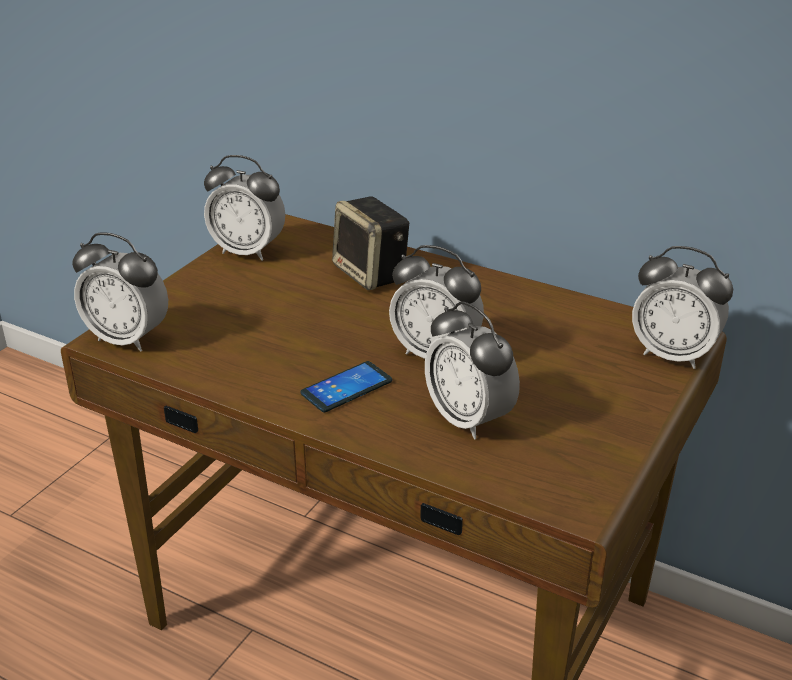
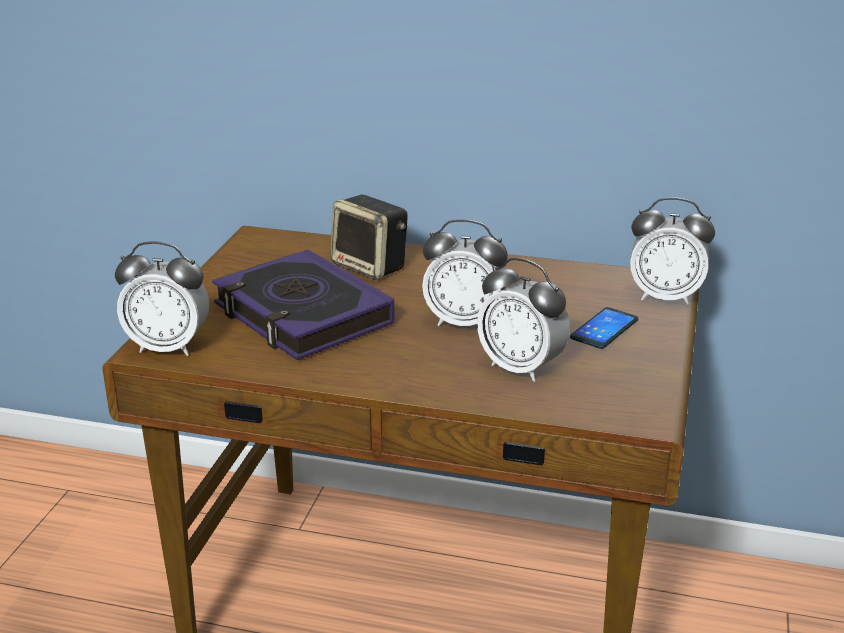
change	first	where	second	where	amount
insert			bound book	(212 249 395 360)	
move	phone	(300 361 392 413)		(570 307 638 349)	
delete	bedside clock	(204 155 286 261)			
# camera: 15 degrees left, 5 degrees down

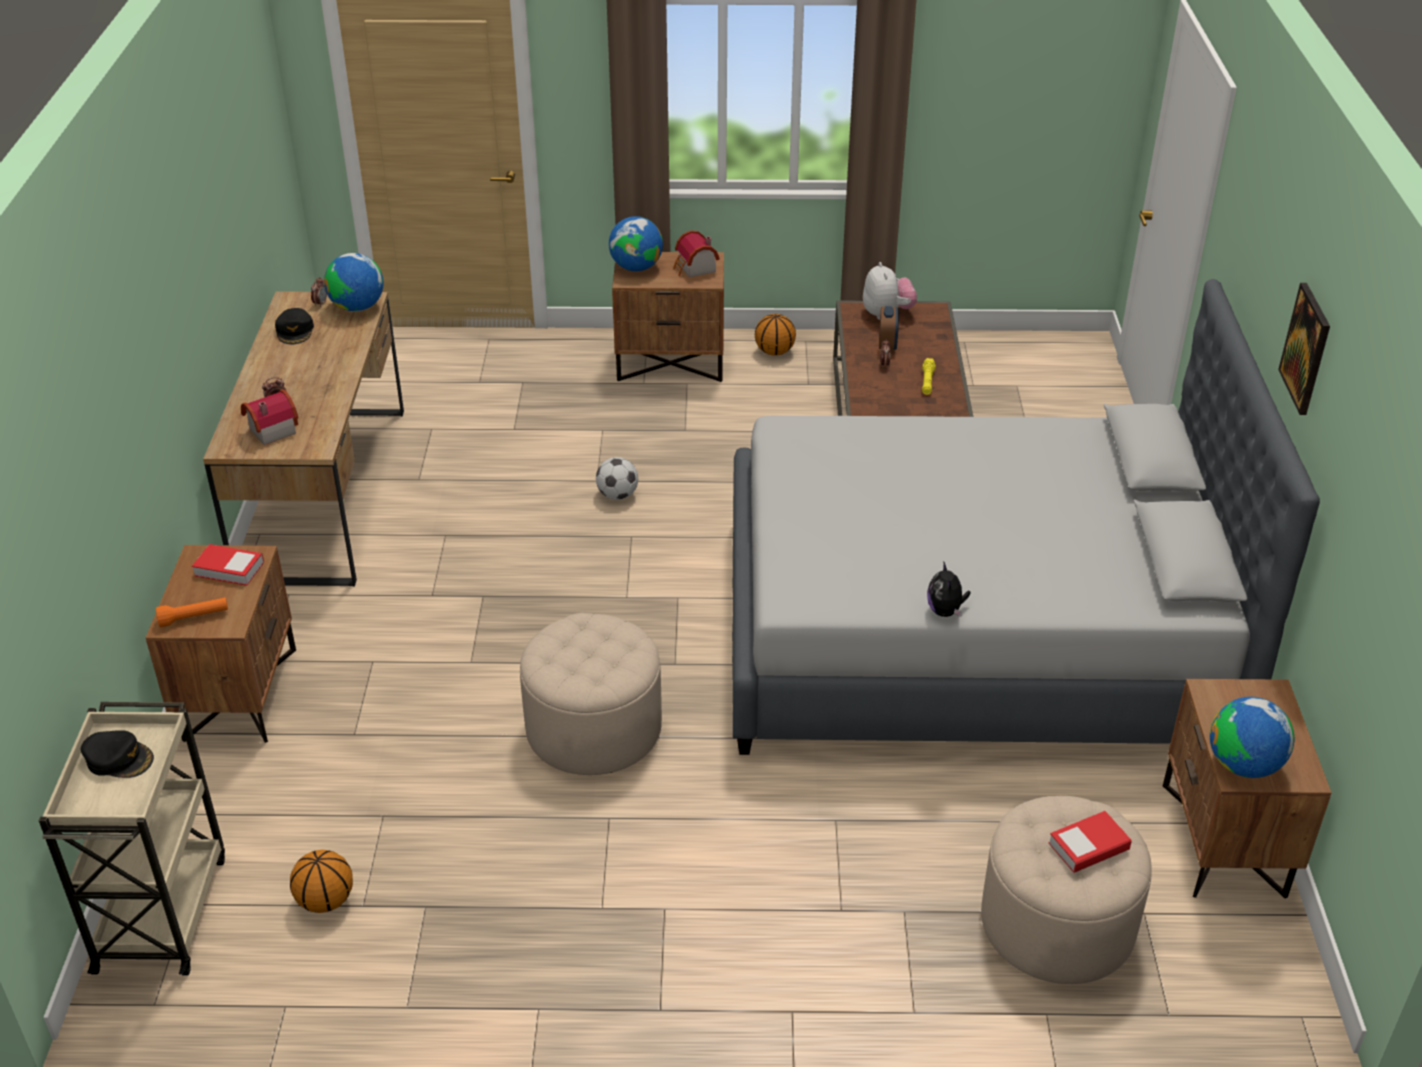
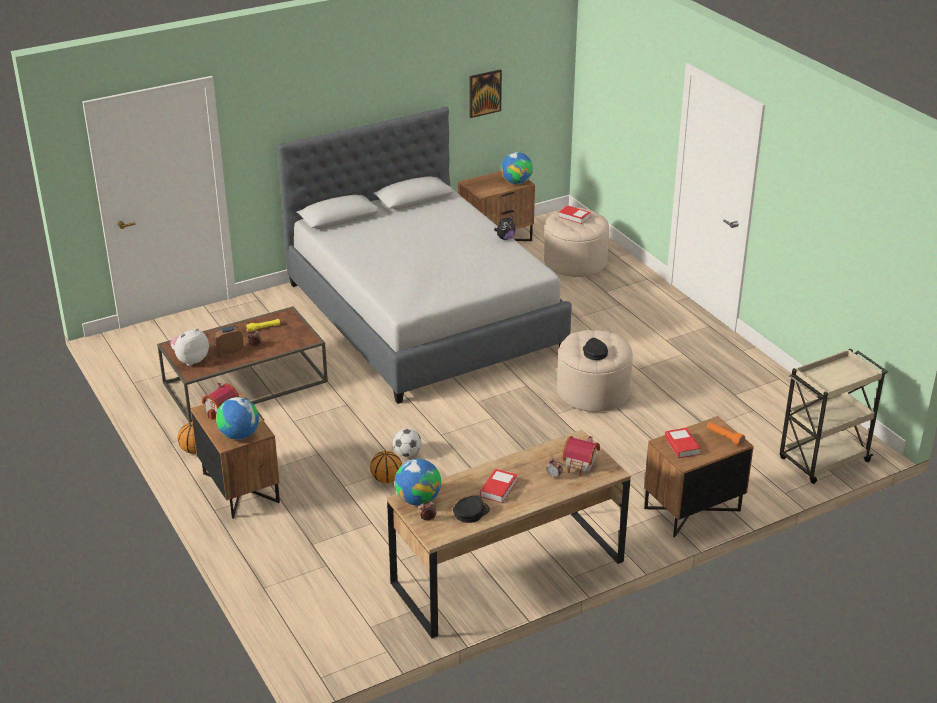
change	first	where	second	where	amount
move	ball for basketball	(290 850 353 913)		(370 451 402 483)	
move	picture	(1278 283 1330 415)		(469 70 502 118)	
insert			bound book	(480 469 517 503)	
move	peaked cap (black-coloured)	(81 730 154 778)		(583 338 608 360)	
# camera: 120 degrees left, 5 degrees down

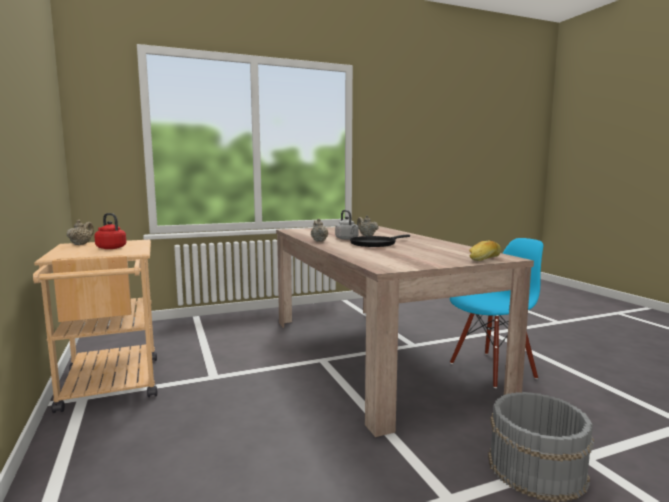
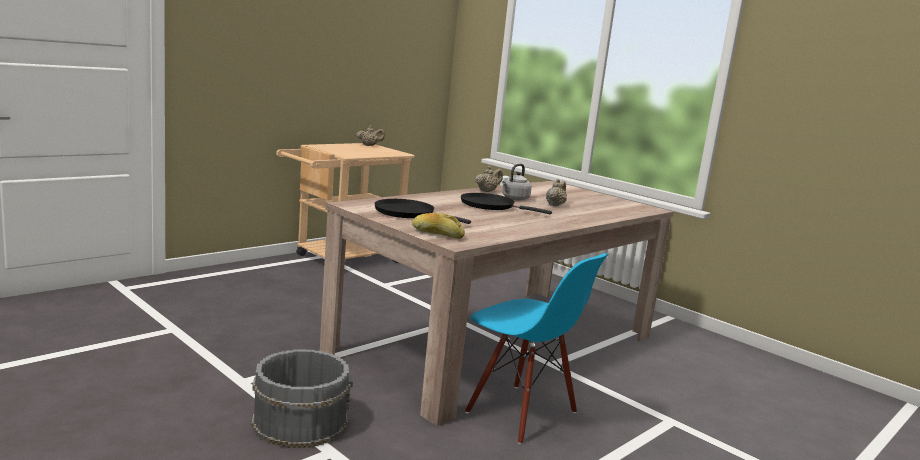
change	first	where	second	where	amount
insert			skillet (black-coloured)	(374 199 471 224)	
delete	tea kettle (red-coloured)	(94 213 126 249)			
# camera: 65 degrees right, 5 degrees up

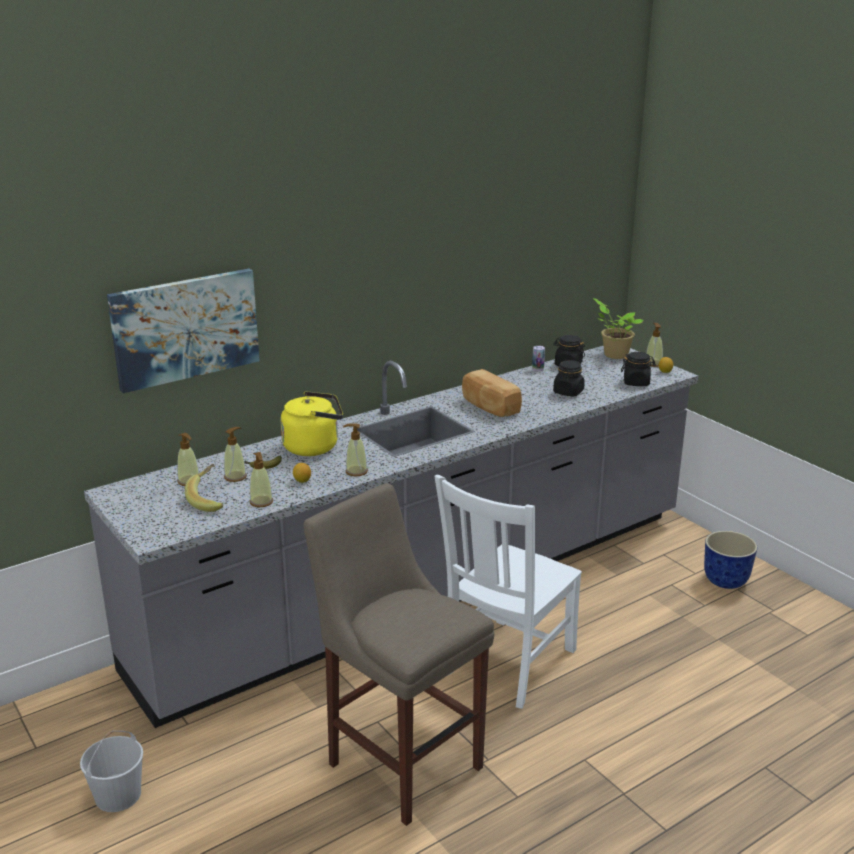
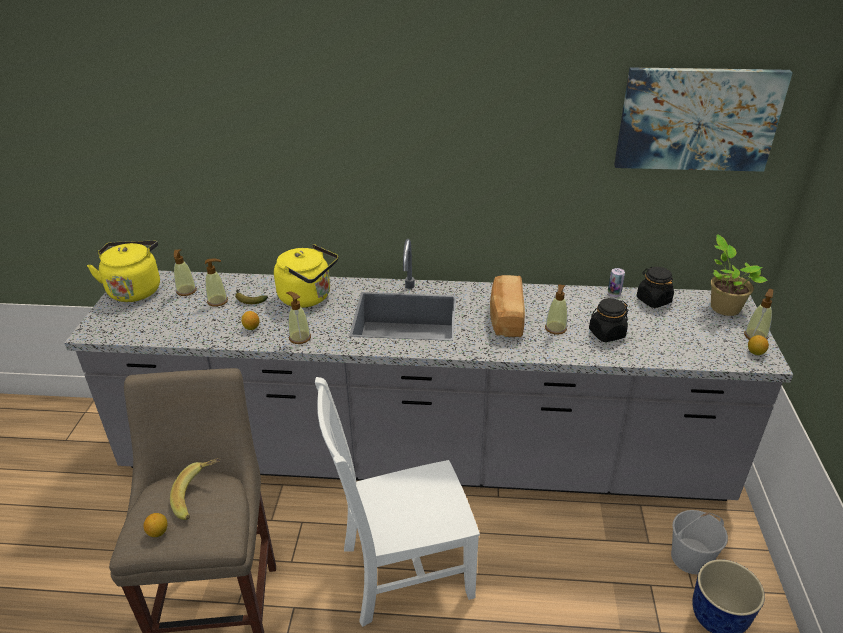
change	first	where	second	where	amount
insert			tea kettle (yellow-coloured)	(87 241 160 302)	
insert			whole lemon	(144 513 167 537)	
move	banana fruit	(185 464 223 512)		(170 458 220 520)	
move	soap bottle	(250 452 273 507)		(545 284 567 335)	
move	picture	(107 269 260 393)		(614 67 793 172)	
move	pail (whitish)	(80 731 143 812)		(671 510 728 575)	
delete	jar (black-coloured)	(621 352 656 386)			
# camera: 40 degrees right, 10 degrees up

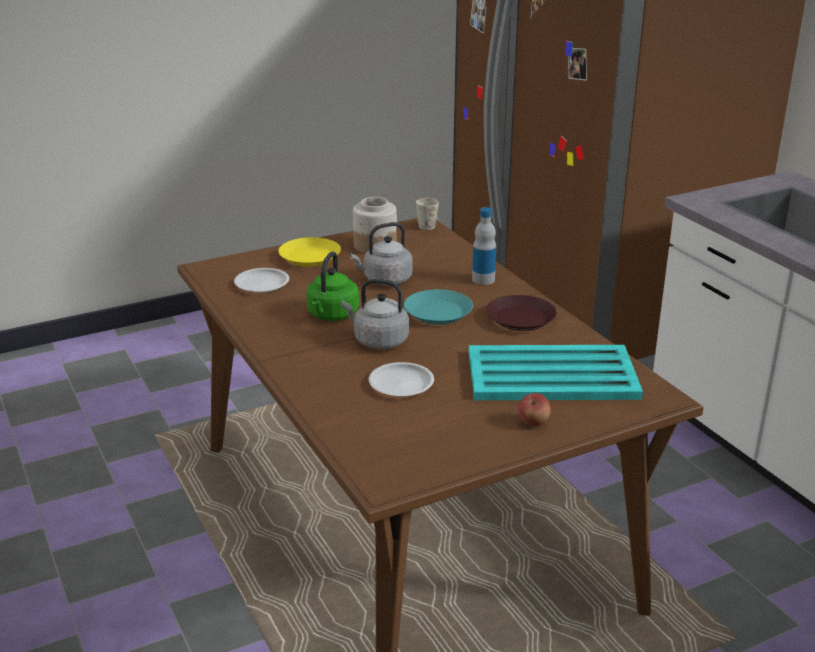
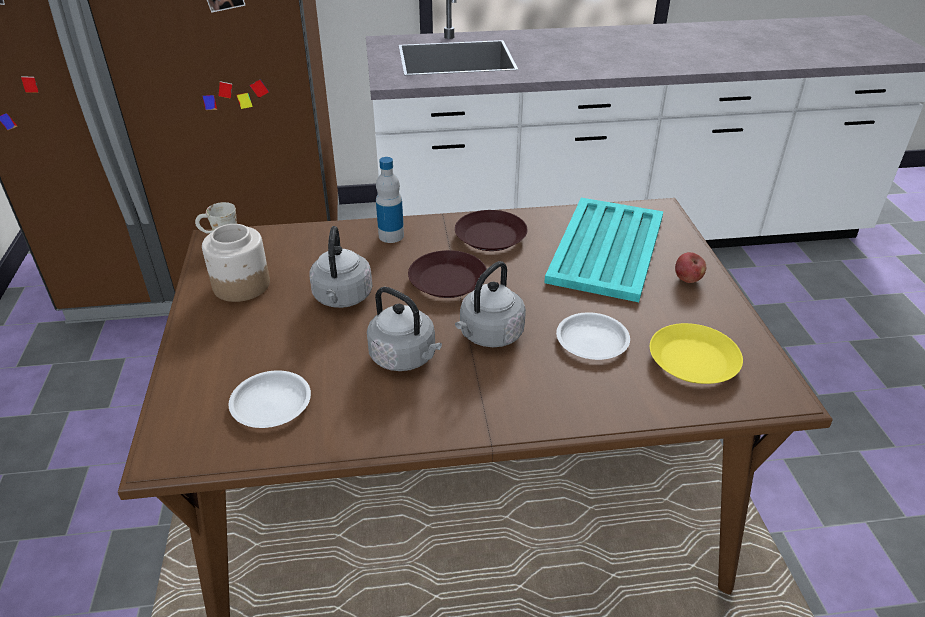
change	first	where	second	where	amount
recolor	tea kettle (greenish)	(306 251 359 321)	tea kettle (grey)	(367 287 442 371)	
recolor	dinner plate (blue-green)	(404 289 473 325)	dinner plate (brownish)	(408 250 487 298)	
move	dinner plate (yellow-coloured)	(278 237 341 267)		(650 323 743 384)	
# camera: 70 degrees left, 10 degrees up

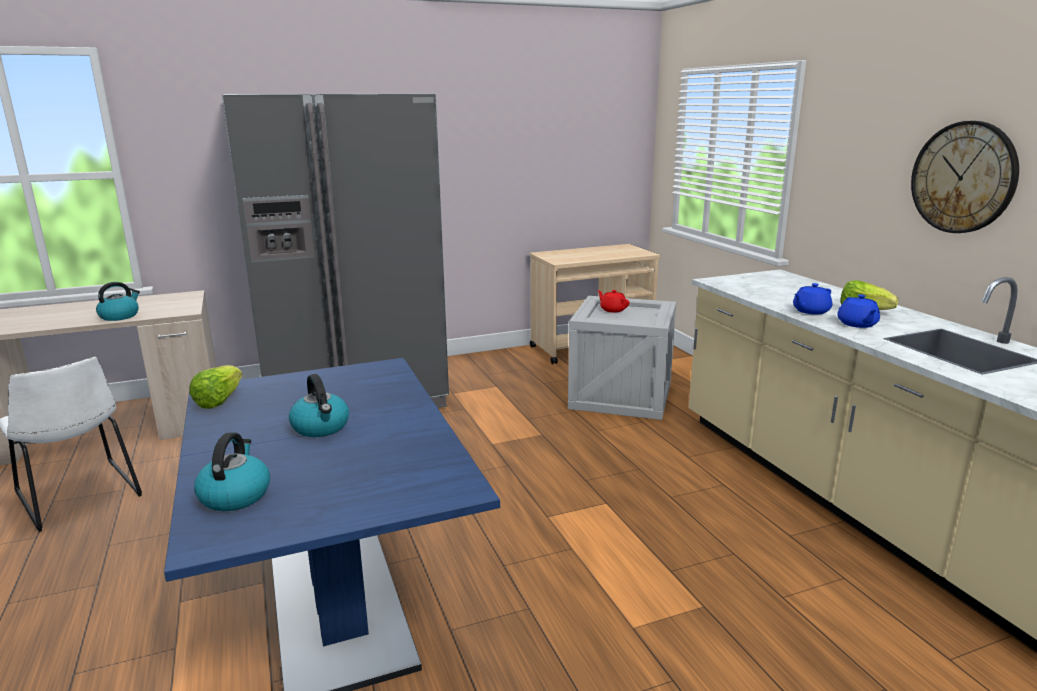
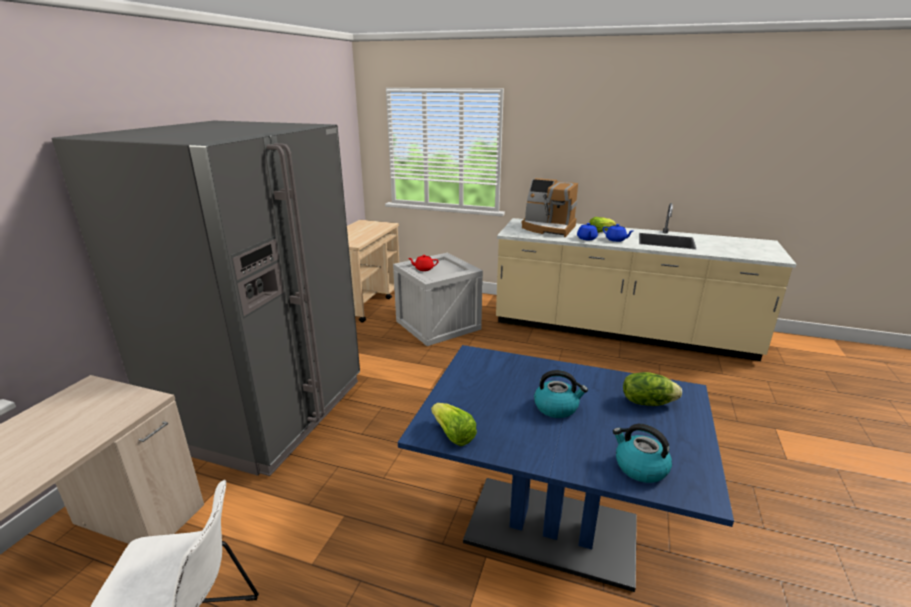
change	first	where	second	where	amount
insert			coffee machine	(522 178 578 237)	
insert			lettuce head	(623 372 682 406)	
delete	tea kettle	(96 282 140 321)			
delete	clock on the wall	(911 121 1019 233)			
# camera: 50 degrees left, 5 degrees up

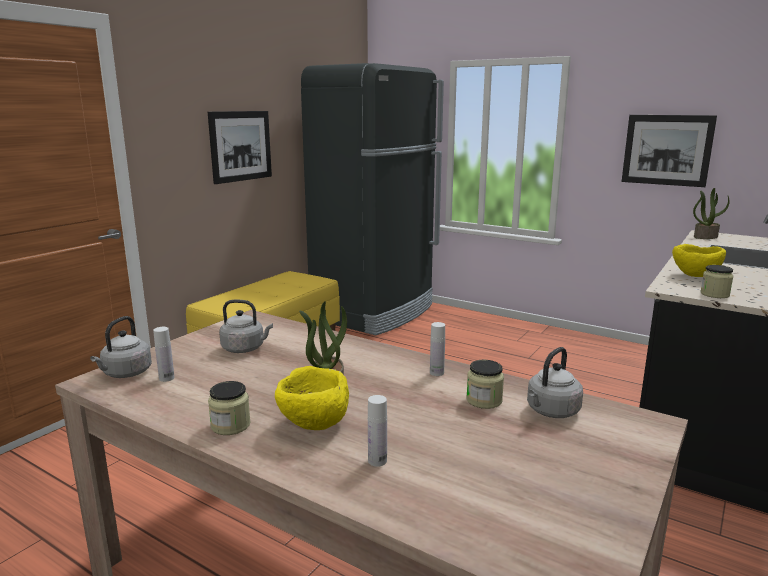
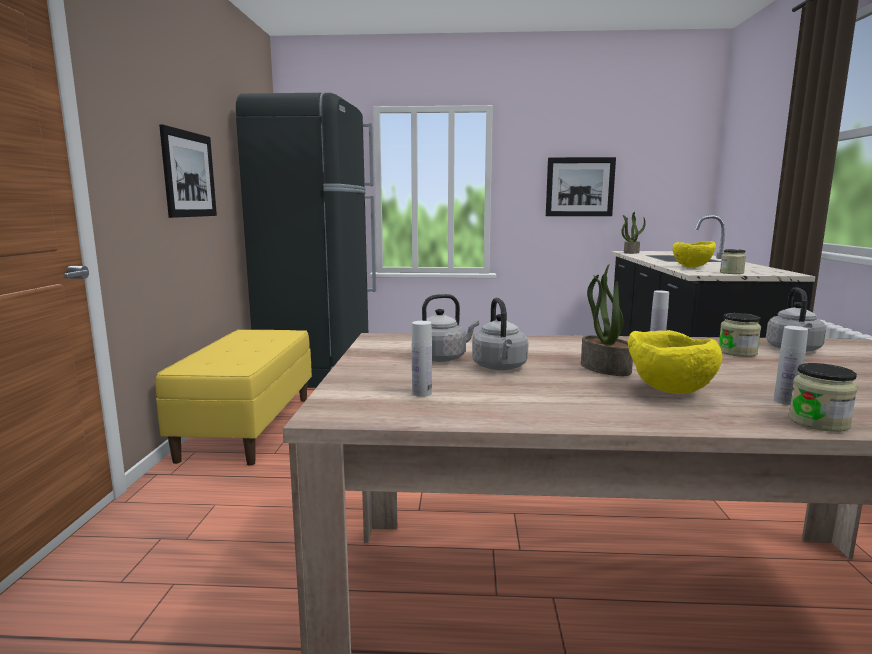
change	first	where	second	where	amount
move	tea kettle (grey)	(90 316 152 378)		(472 298 529 370)	
move	jar	(208 381 251 435)		(788 363 858 432)	
# camera: 30 degrees left, 5 degrees down

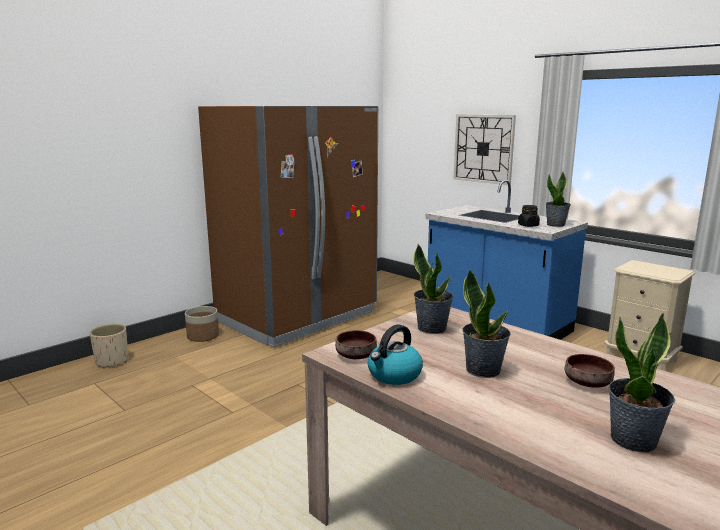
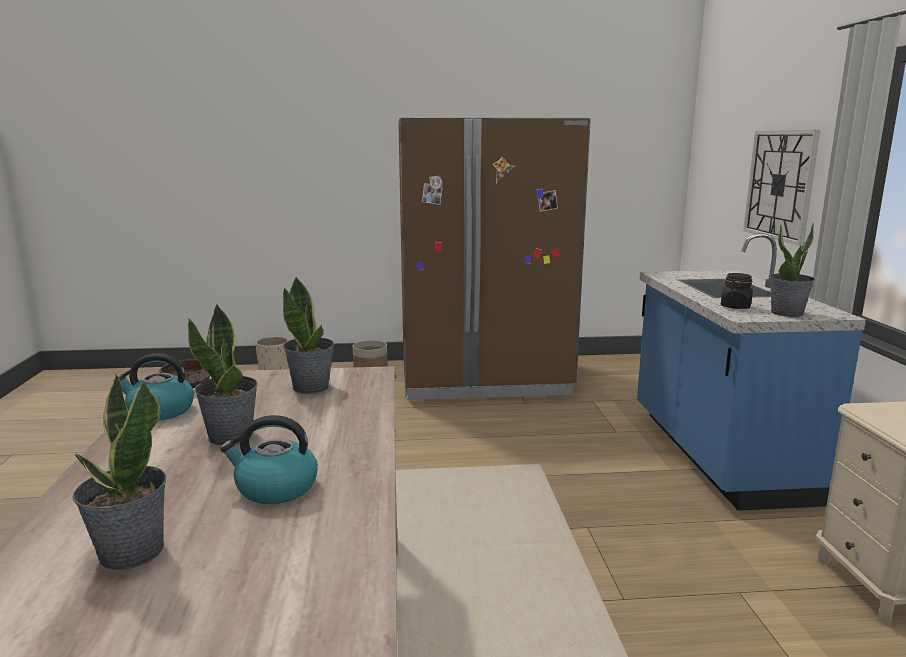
change	first	where	second	where	amount
replace	deep dish (brownish)	(565 354 615 388)	tea kettle	(220 415 318 504)	
# camera: 40 degrees right, 0 degrees up

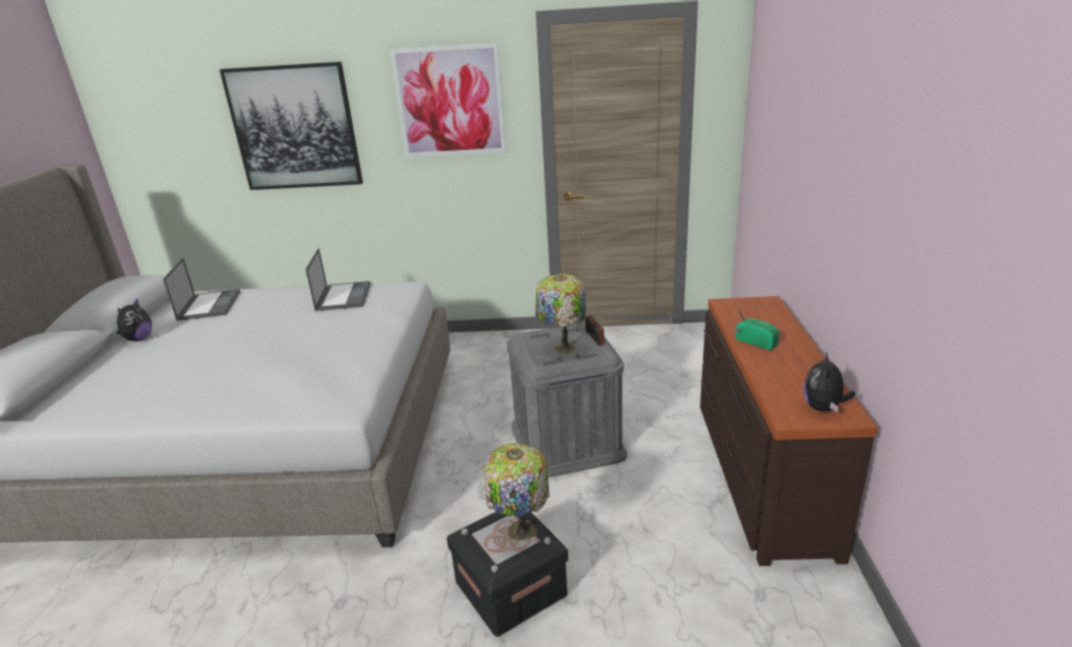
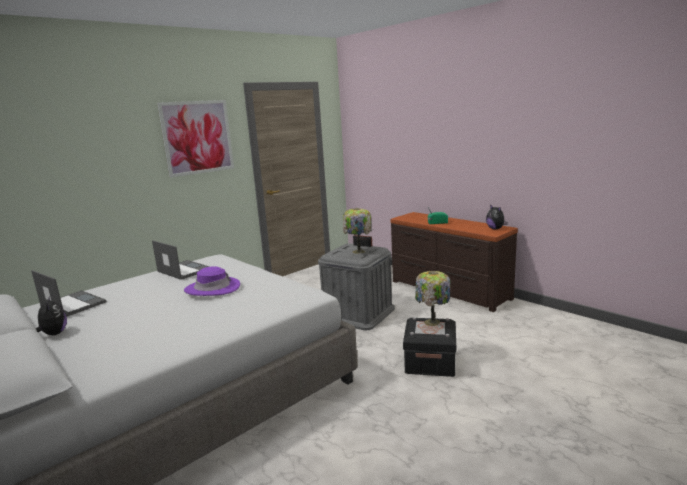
change	first	where	second	where	amount
insert			wearable hat (purplish)	(184 266 240 296)	
delete	picture	(220 62 363 190)			
# camera: 45 degrees left, 10 degrees down

